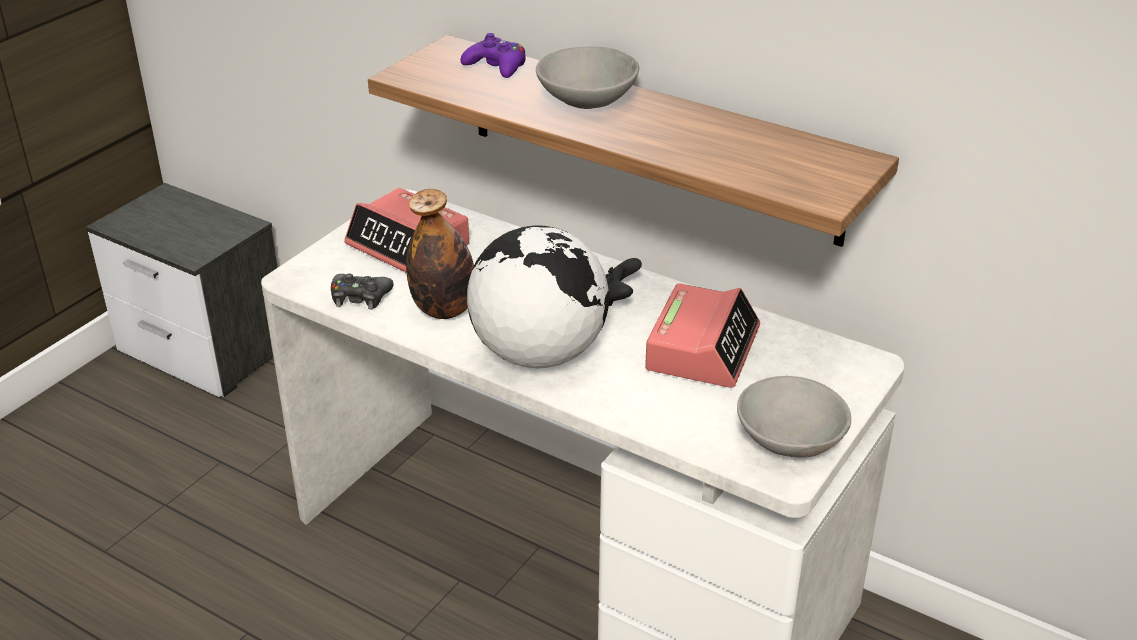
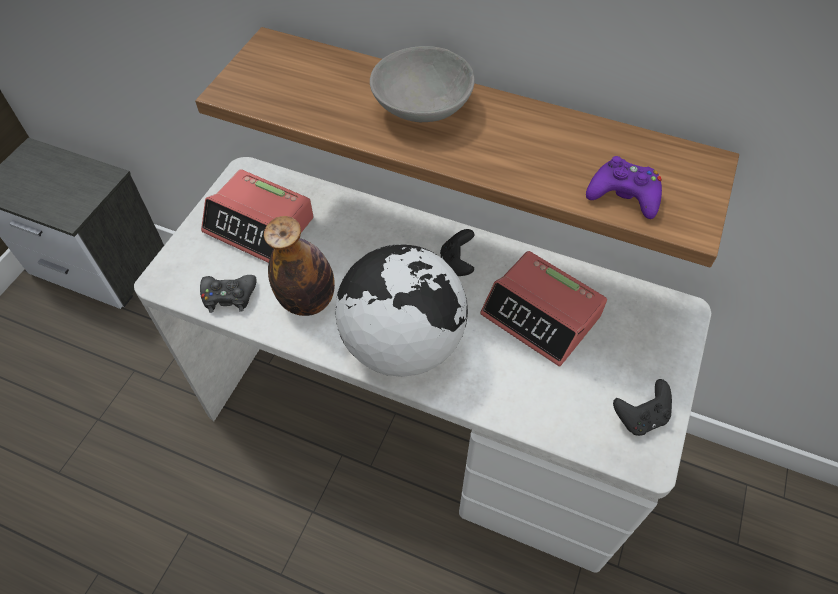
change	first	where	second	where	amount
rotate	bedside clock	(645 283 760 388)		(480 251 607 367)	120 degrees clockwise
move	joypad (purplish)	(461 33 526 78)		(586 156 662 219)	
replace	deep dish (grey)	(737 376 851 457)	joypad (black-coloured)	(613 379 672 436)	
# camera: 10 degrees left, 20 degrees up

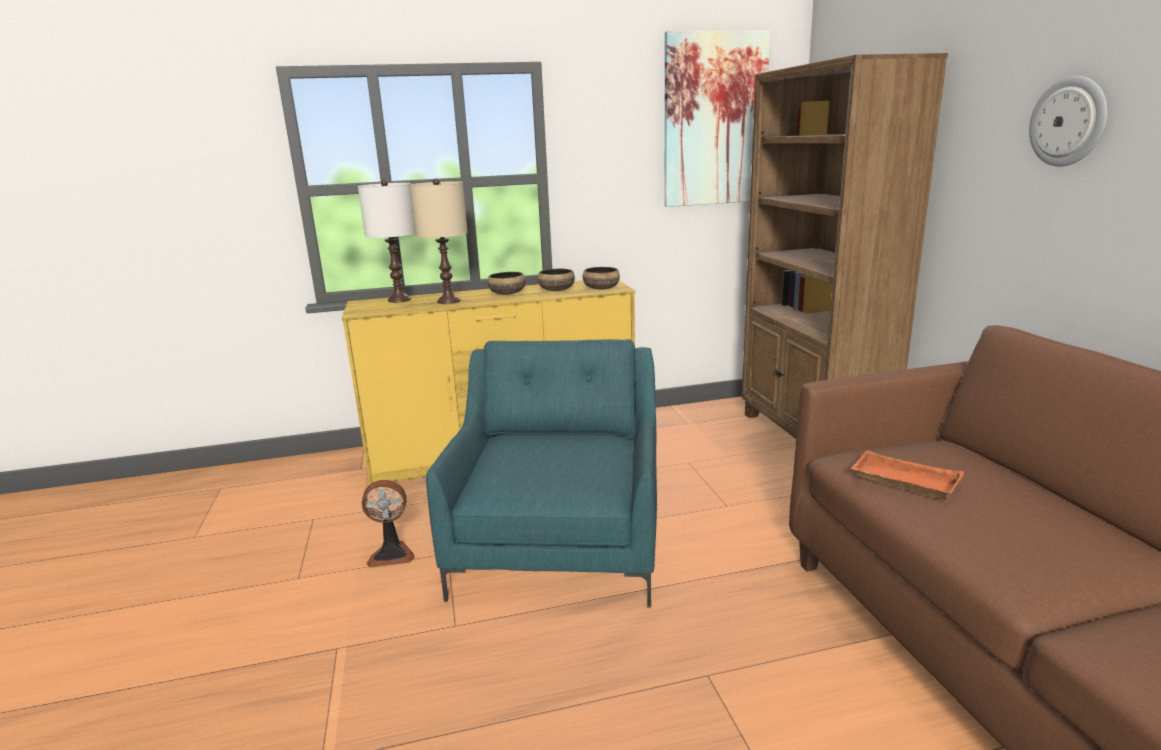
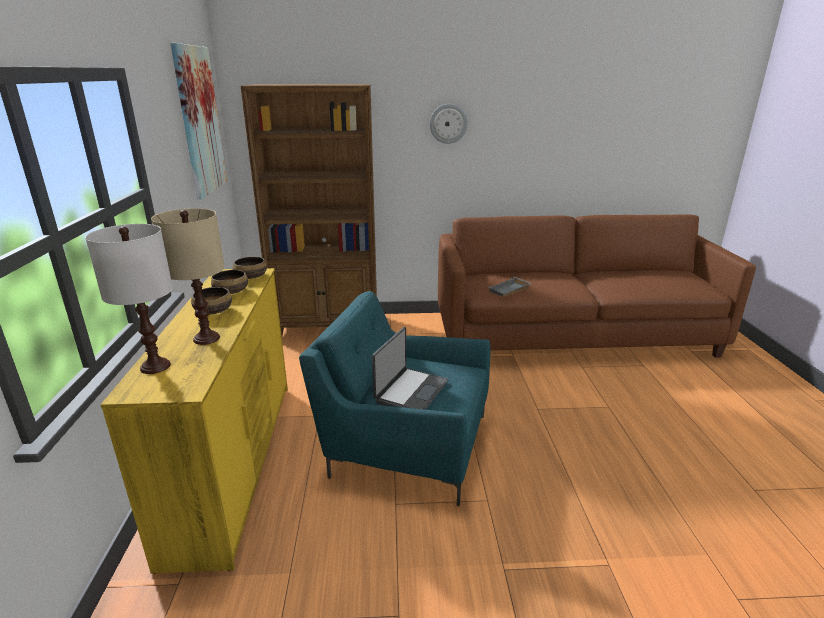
change	first	where	second	where	amount
insert			portable computer	(372 327 448 410)	
recolor	tray (orange)	(850 450 964 500)	tray (grey)	(489 277 531 296)	
delete	cooling fan	(362 480 415 568)			
# camera: 80 degrees left, 5 degrees up

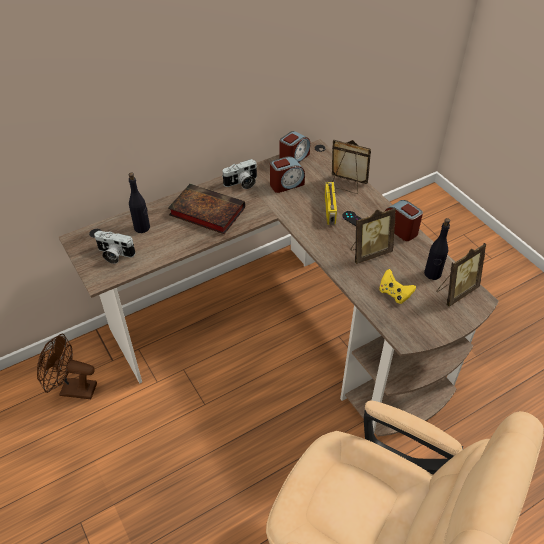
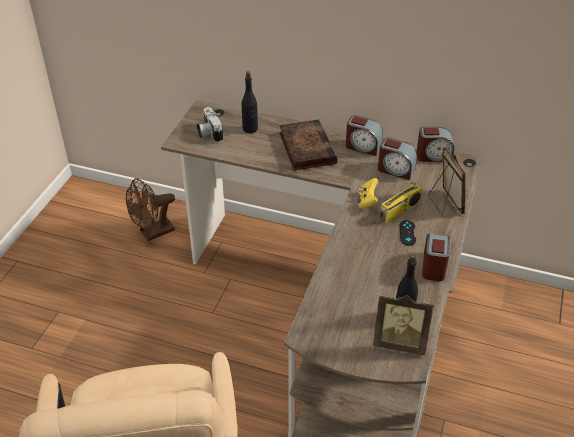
change	first	where	second	where	amount
rotate	cooling fan (brownish)	(37 333 97 399)		(126 178 175 241)	90 degrees counterclockwise
replace	photo camera	(223 159 257 189)	bedside clock	(346 115 383 156)	
move	joypad (yellow-coloured)	(379 269 416 304)		(358 178 378 209)	
delete	picture frame	(351 207 396 264)			
# camera: 50 degrees right, 5 degrees down

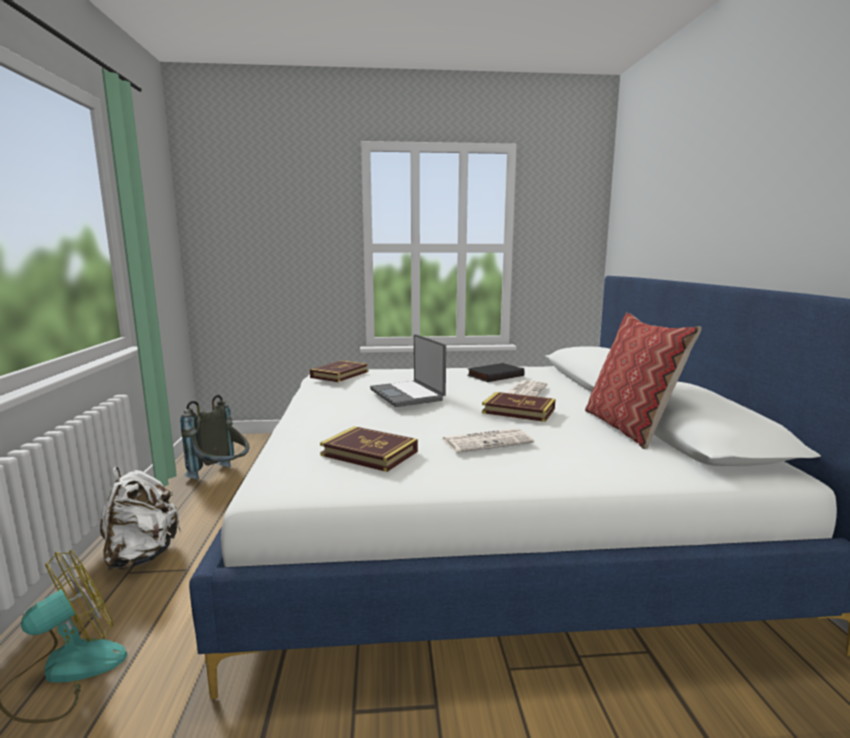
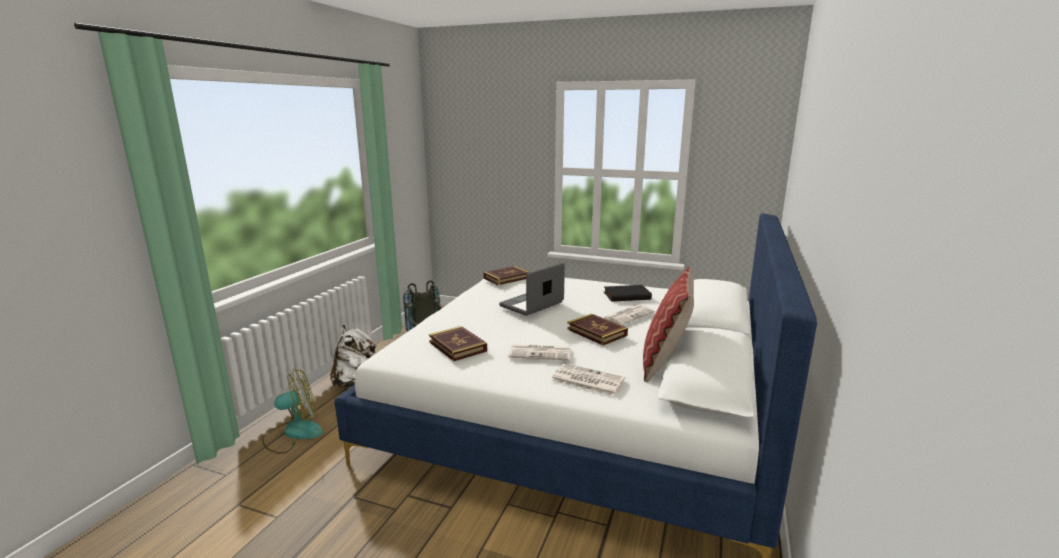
change	first	where	second	where	amount
rotate	portable computer	(370 334 446 407)		(499 263 565 316)	45 degrees clockwise
insert			printed paper	(551 363 625 396)	
# camera: 25 degrees right, 5 degrees up

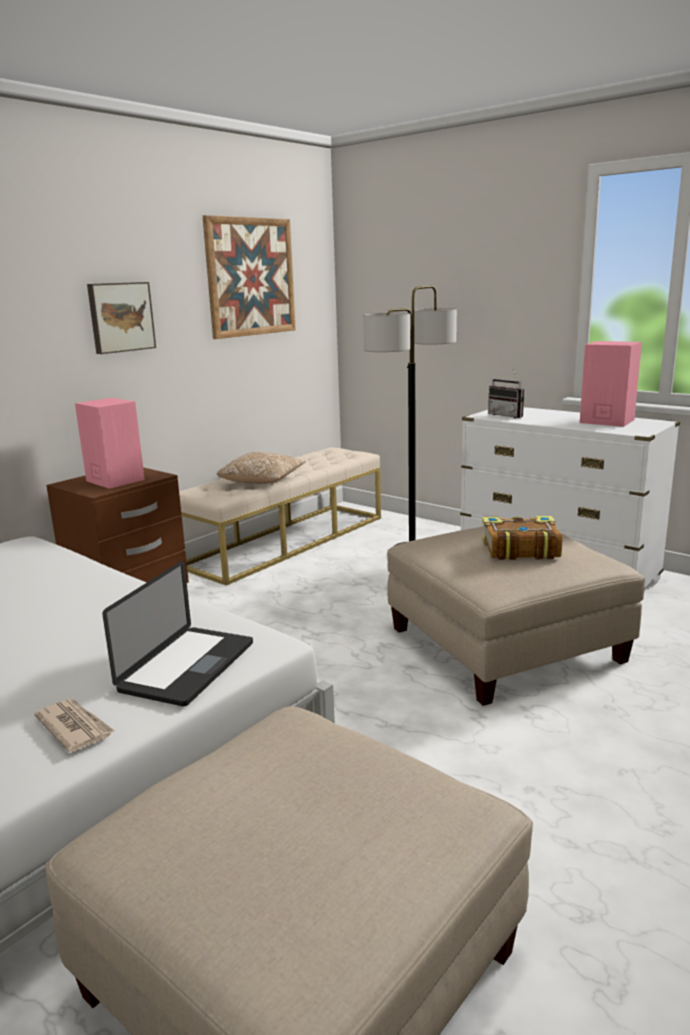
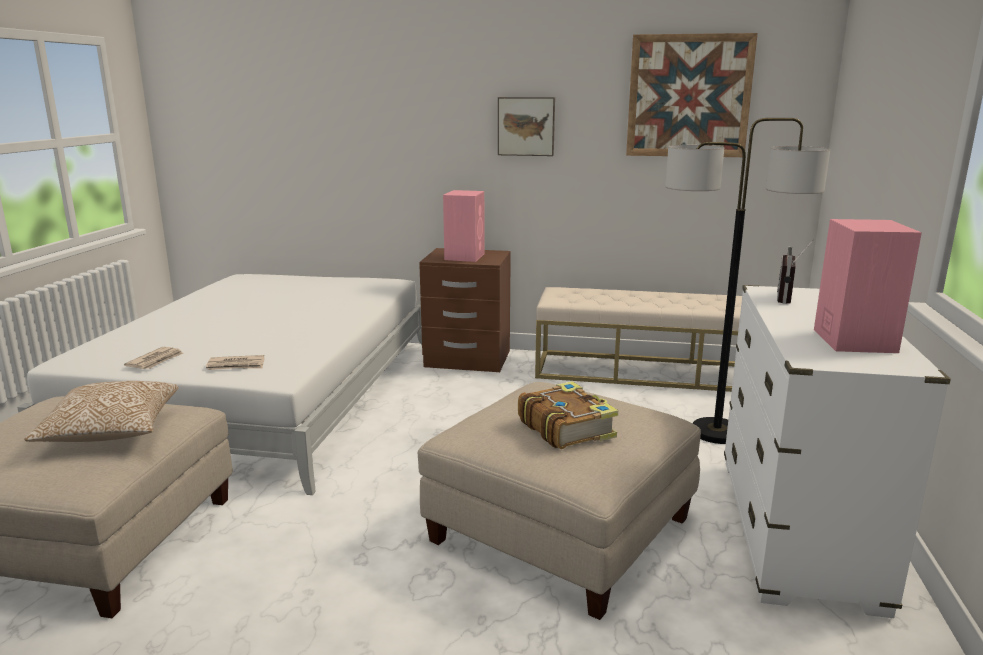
change	first	where	second	where	amount
move	cushion	(216 452 306 484)		(24 381 179 442)	
replace	portable computer	(102 561 253 706)	printed paper	(206 355 265 370)	
# camera: 60 degrees right, 0 degrees up

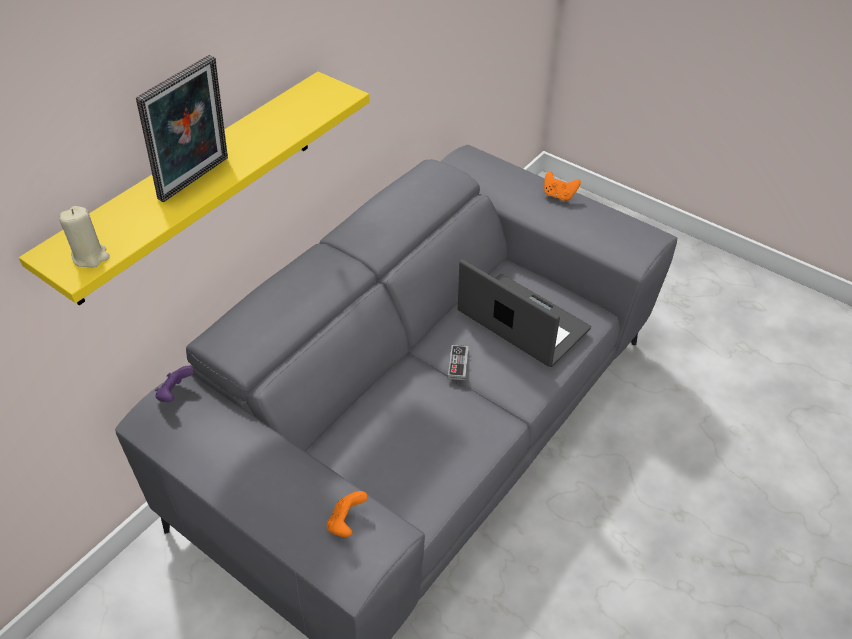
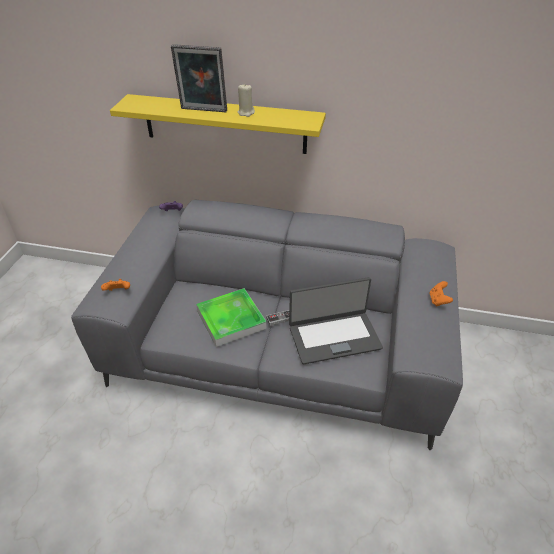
change	first	where	second	where	amount
insert			tray	(196 288 266 347)	
move	candle (beige-coloured)	(60 206 110 268)		(238 85 255 117)	
rotate	portable computer	(458 259 591 367)		(289 277 383 364)	60 degrees clockwise
# camera: 65 degrees right, 5 degrees down

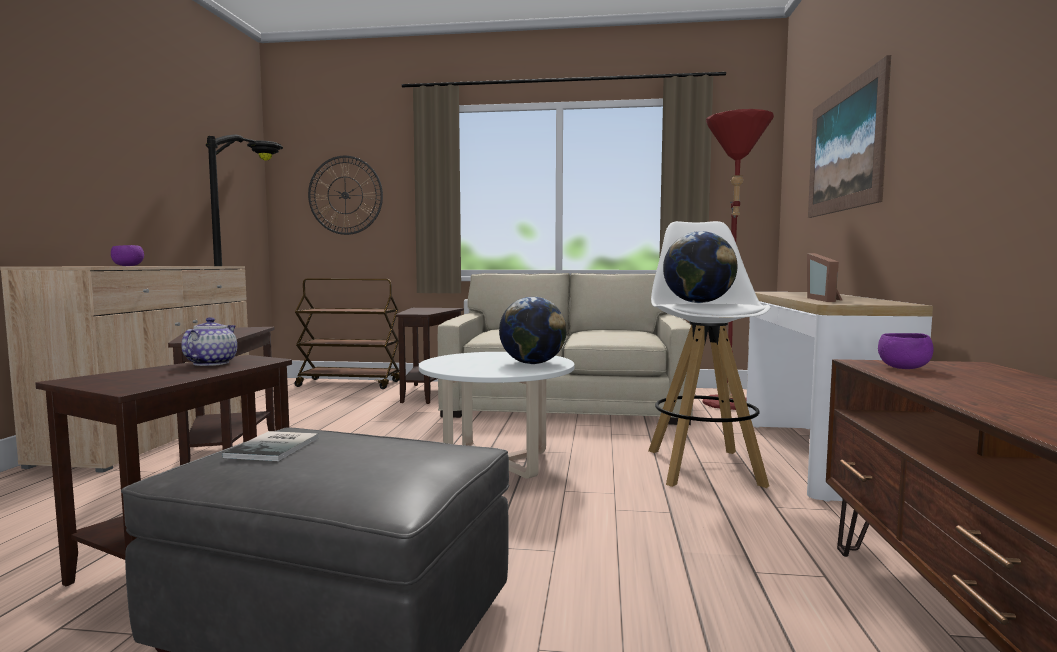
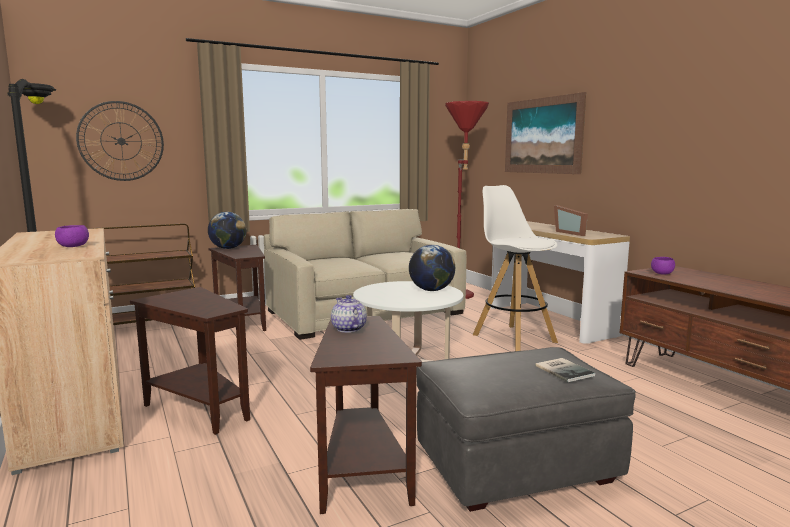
change	first	where	second	where	amount
move	globe	(663 231 737 303)		(208 212 247 249)	
move	bound book	(222 431 318 461)		(535 358 595 382)	
# camera: 35 degrees left, 5 degrees up

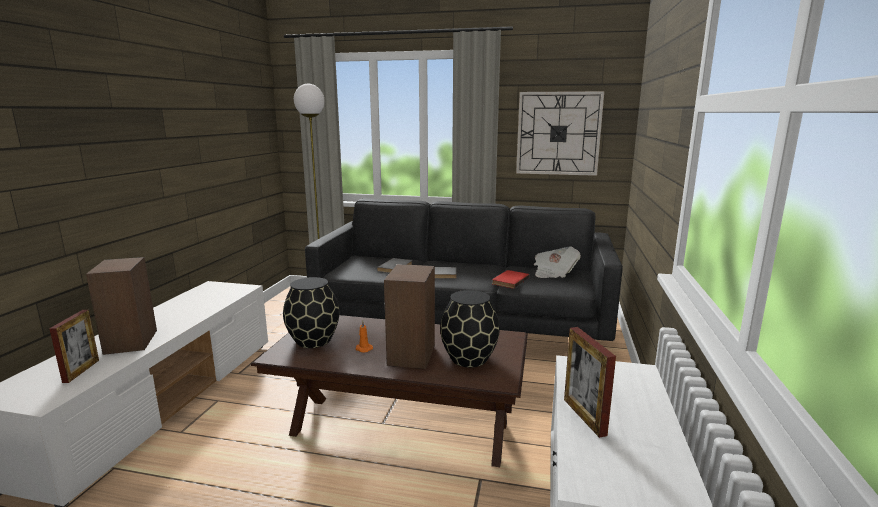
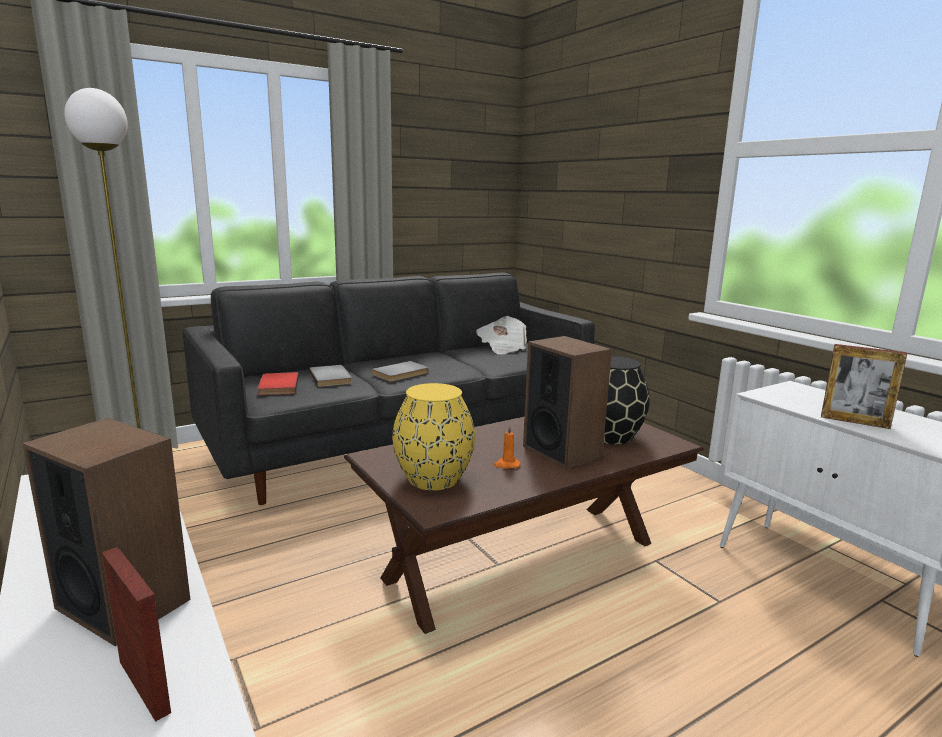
change	first	where	second	where	amount
move	bound book (red-coloured)	(492 270 530 289)		(258 372 299 395)	
recolor	vase (black-coloured)	(283 277 339 348)	vase (yellow-coloured)	(392 383 475 491)	
delete	clock on the wall	(516 91 604 176)			
# camera: 45 degrees left, 0 degrees up

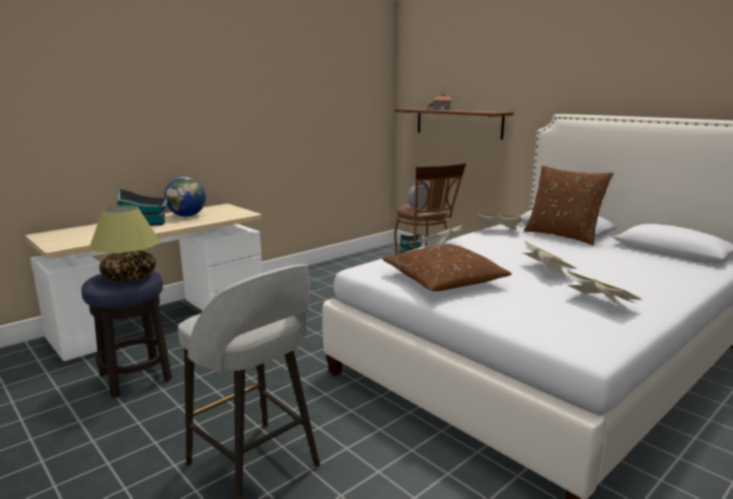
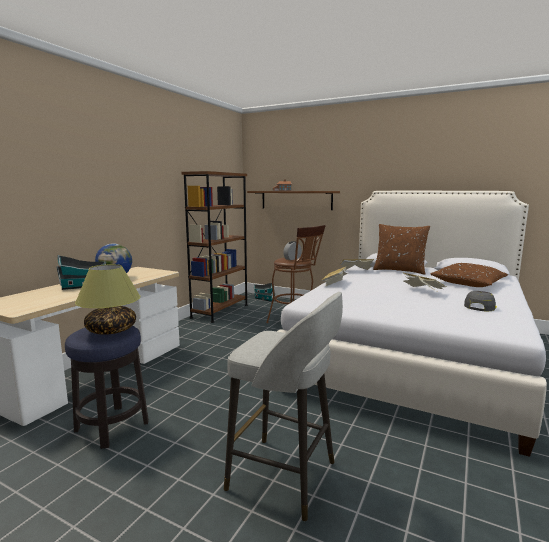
change	first	where	second	where	amount
insert			shelving unit (brownish)	(181 171 248 323)	
move	cushion (brownish)	(383 245 512 291)		(430 263 508 287)	
replace	bound book	(567 271 642 310)	peaked cap (grey)	(464 291 497 311)	
# camera: 20 degrees left, 5 degrees down

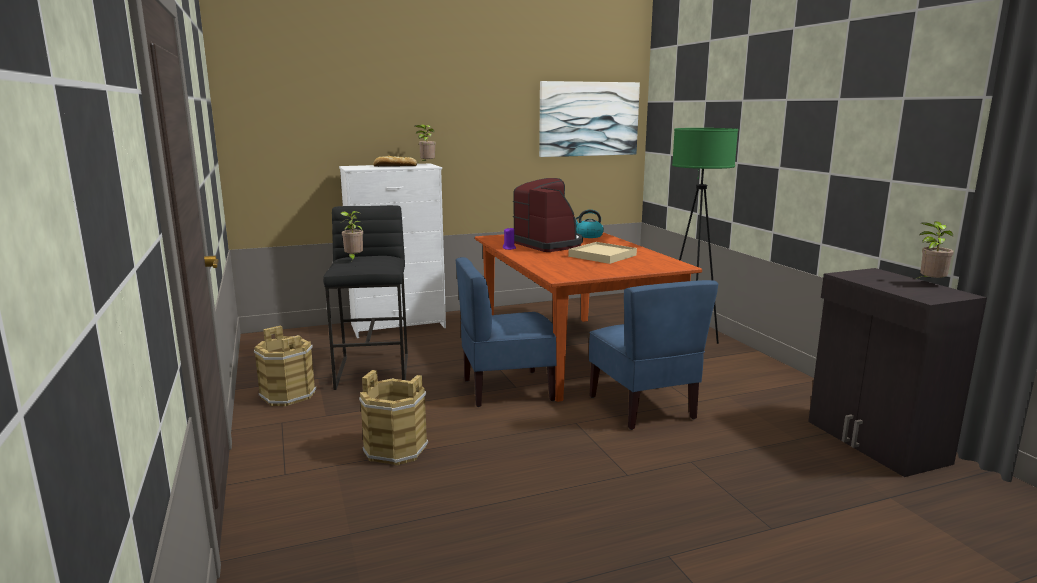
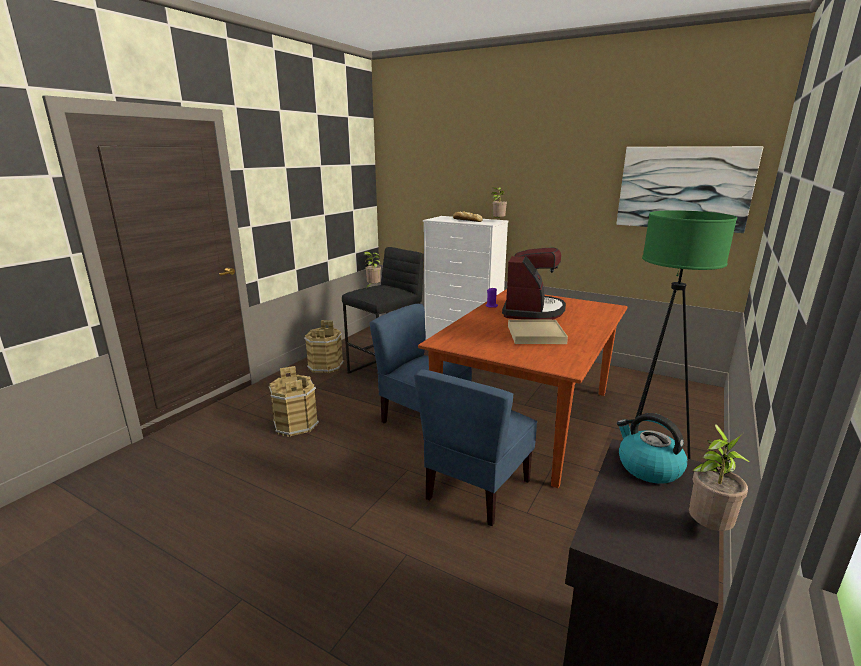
change	first	where	second	where	amount
move	tea kettle	(575 209 604 238)		(617 413 687 484)	
# camera: 50 degrees right, 5 degrees up

